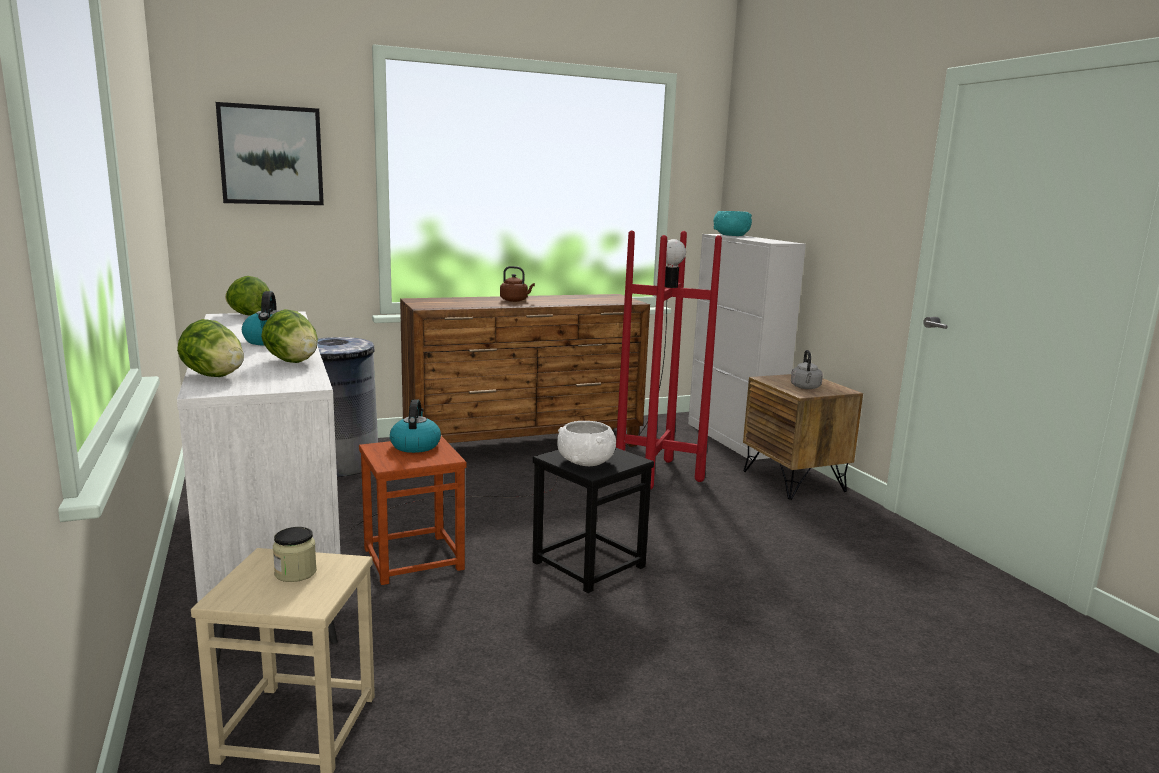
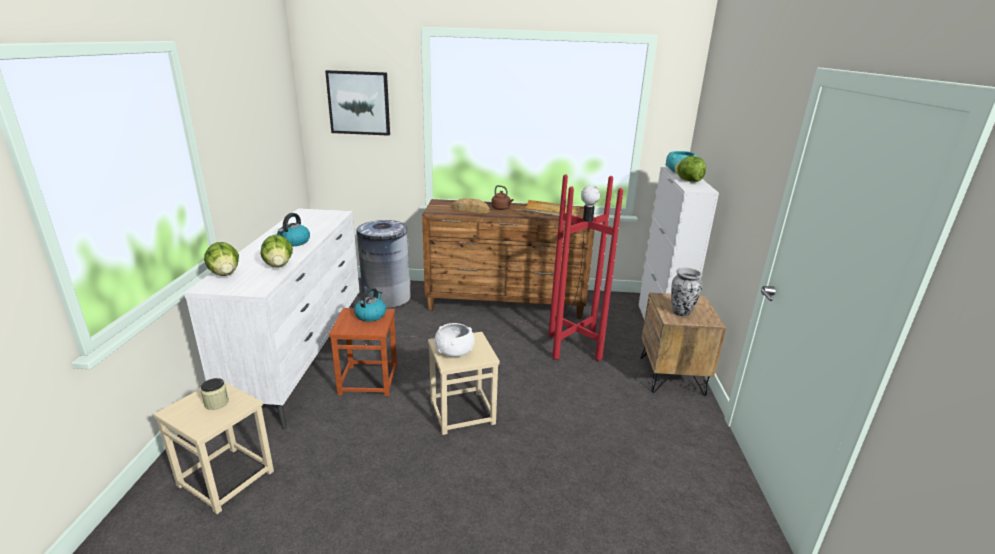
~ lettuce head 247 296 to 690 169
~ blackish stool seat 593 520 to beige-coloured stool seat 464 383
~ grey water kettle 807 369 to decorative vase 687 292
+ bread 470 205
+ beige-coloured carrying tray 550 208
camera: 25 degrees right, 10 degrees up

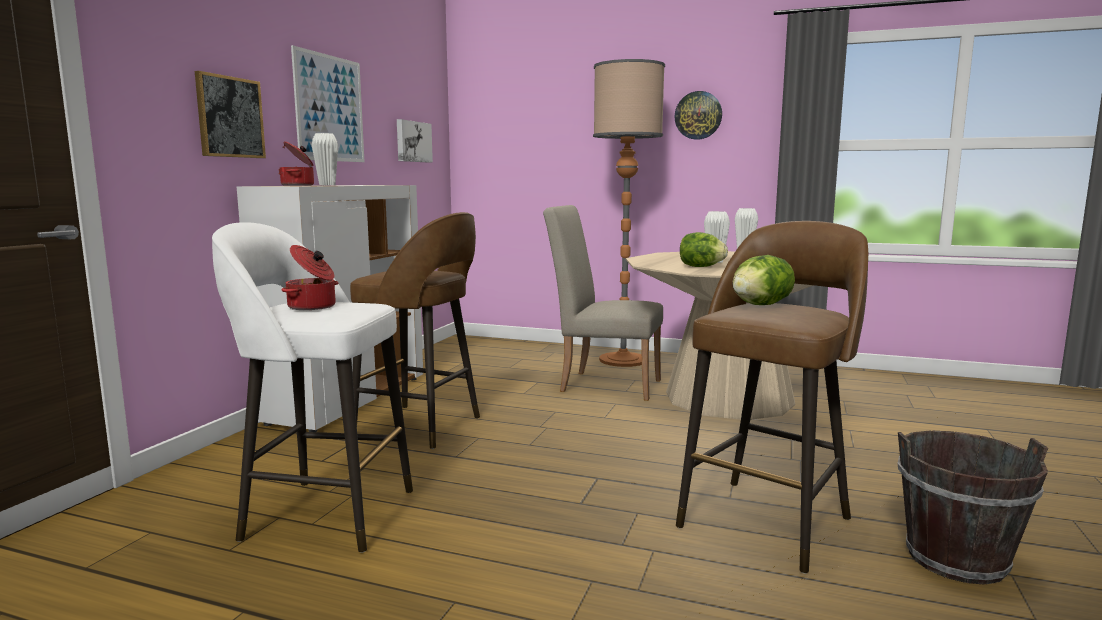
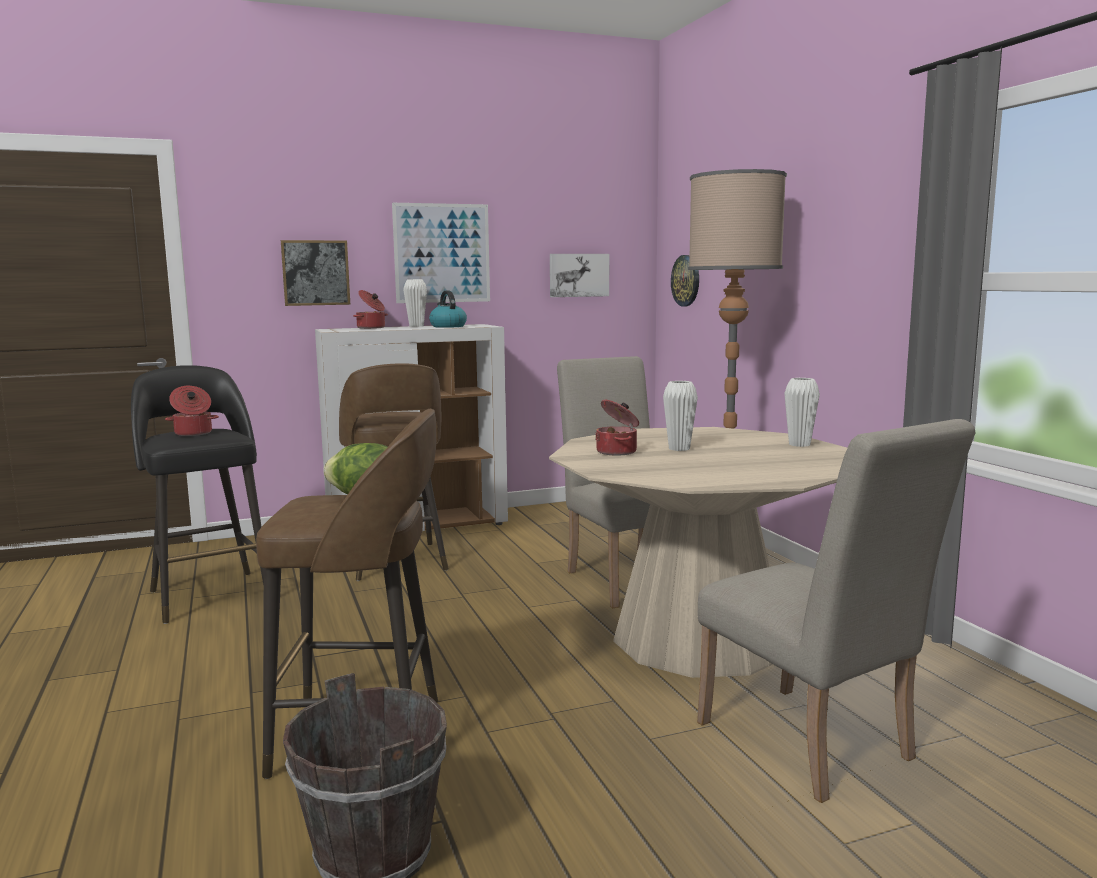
~ white-coloured stool seat 312 387 to blackish stool seat 197 494
~ hanging clock 698 115 to 685 280
~ lettuce head 704 249 to saucepot 617 428
+ water kettle 448 309
+ beige-coloured upright chair 836 611
camera: 50 degrees right, 0 degrees up

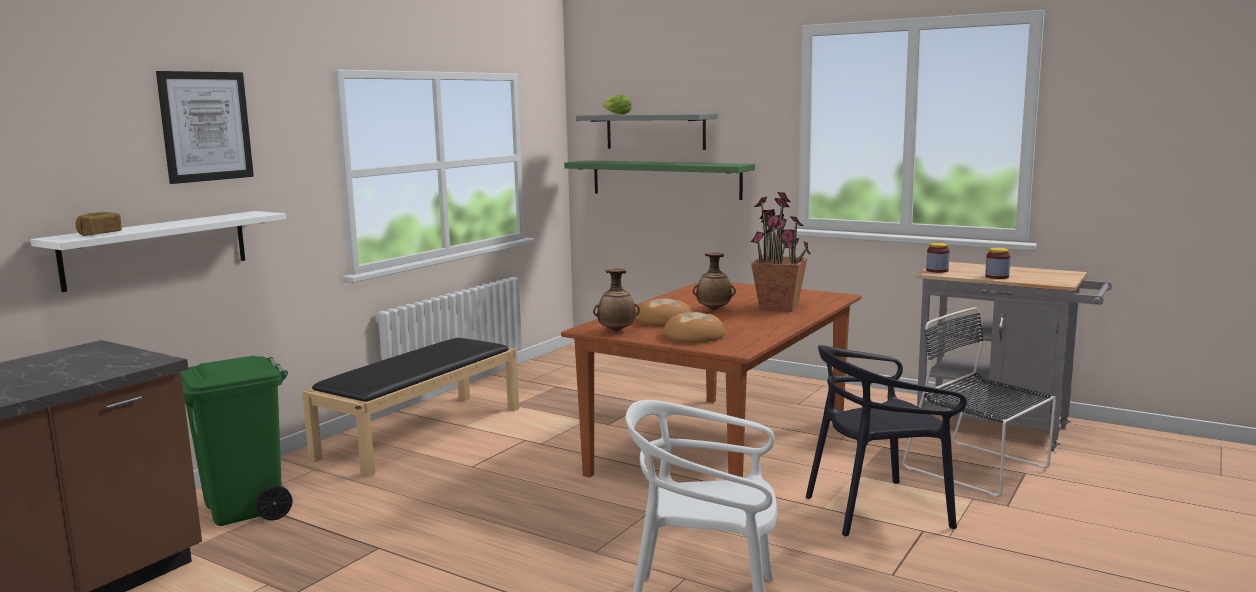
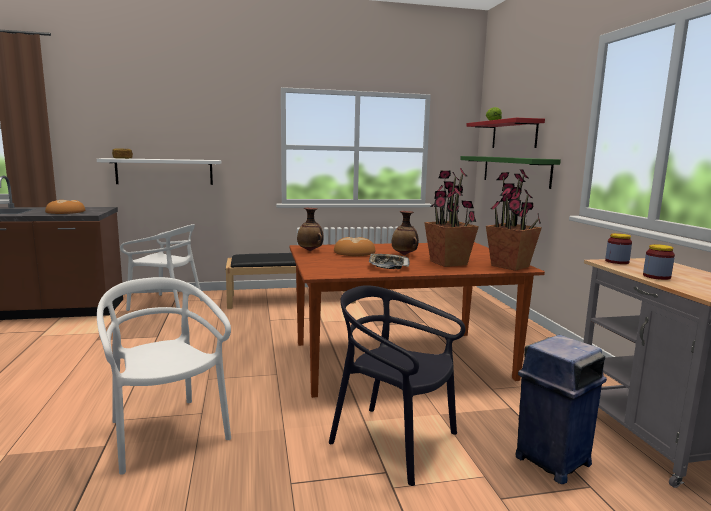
- picture 205 127
~ green-coloured trash can 236 441 to white-coloured upright chair 161 267
~ grey wall shelf 647 132 to red-coloured wall shelf 505 133
~ bread 694 327 to 65 207
~ blackish upright chair 979 402 to bluish trash can 561 409
+ carrying tray 389 261
+ houseplant 514 220
camera: 45 degrees right, 0 degrees up

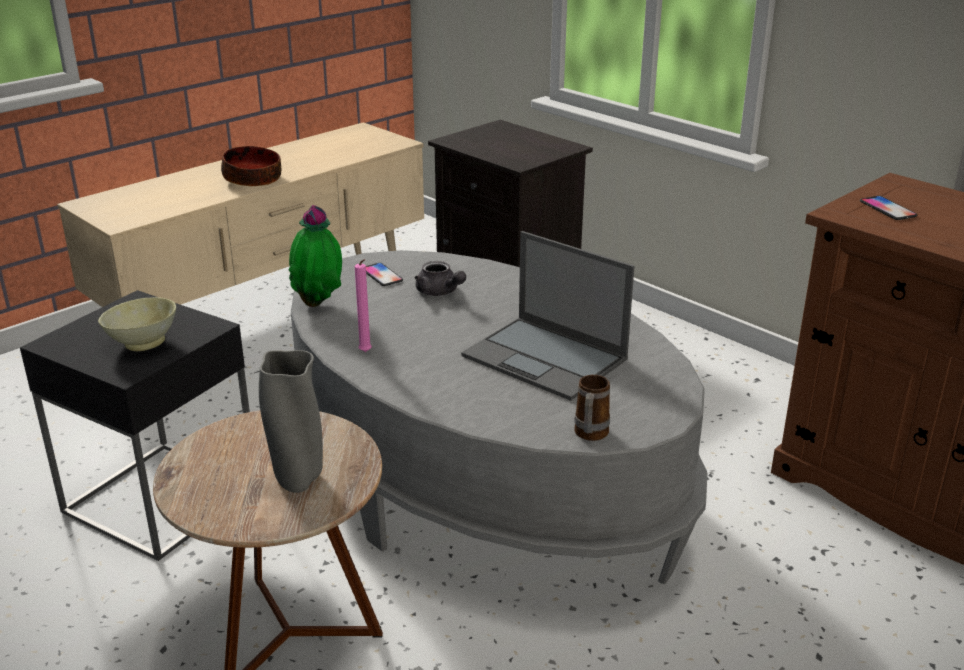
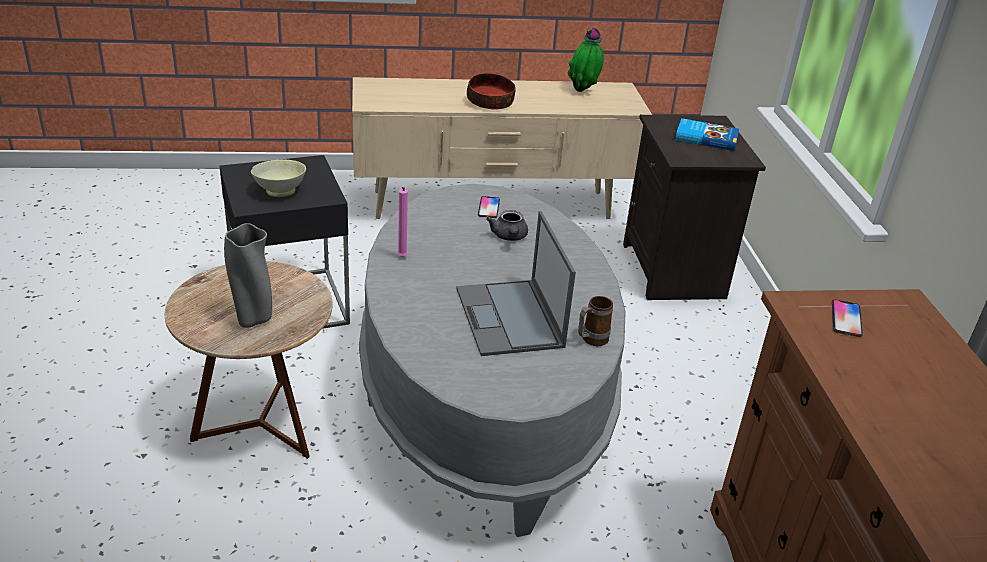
~ houseplant 315 256 to 586 59
~ tea mug 592 408 to 595 321
+ volume 707 134
camera: 35 degrees right, 5 degrees up

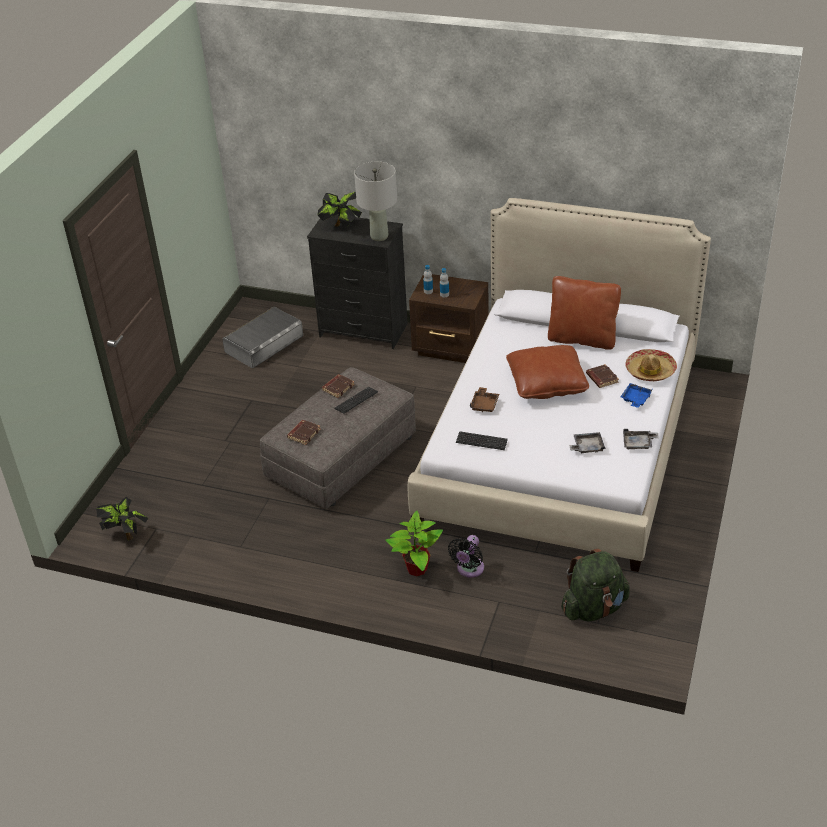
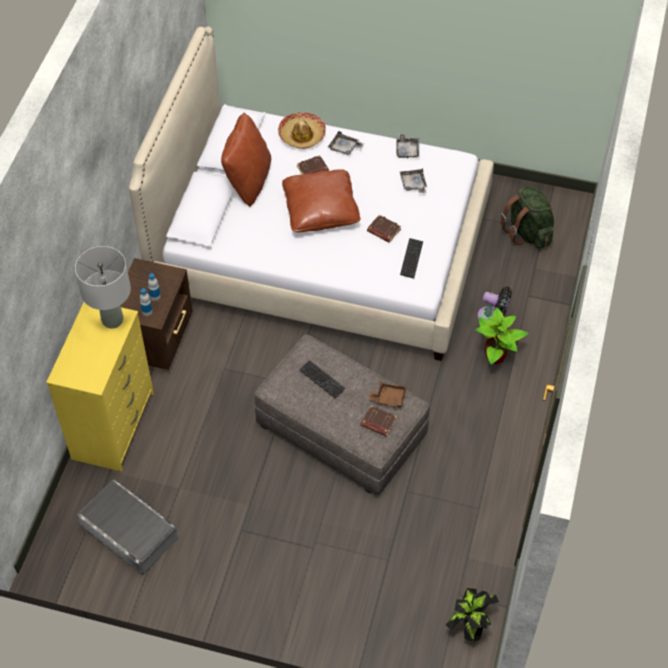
~ blackish dresser 357 282 to yellow dresser 100 387
- houseplant 339 209
~ brown volume 338 386 to 384 229
~ brown carrying tray 484 399 to 388 394
~ bluish carrying tray 637 395 to grey carrying tray 346 143
camera: 95 degrees left, 15 degrees up

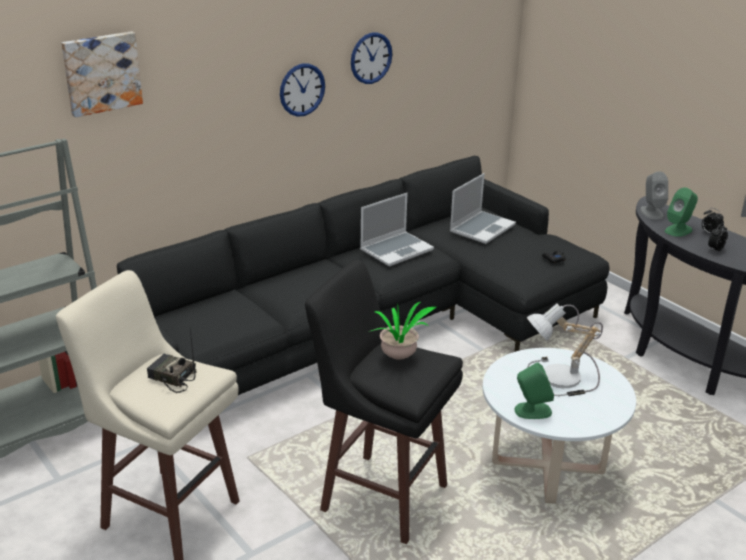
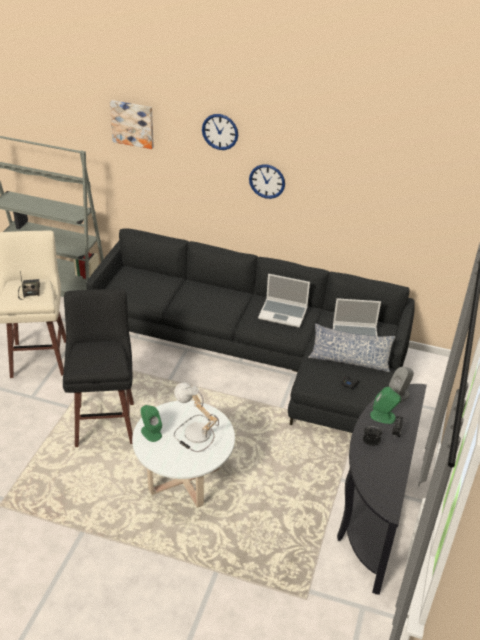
~ hanging clock 372 58 to 220 132
- houseplant 403 331
+ throw pillow 352 347
camera: 55 degrees right, 10 degrees up

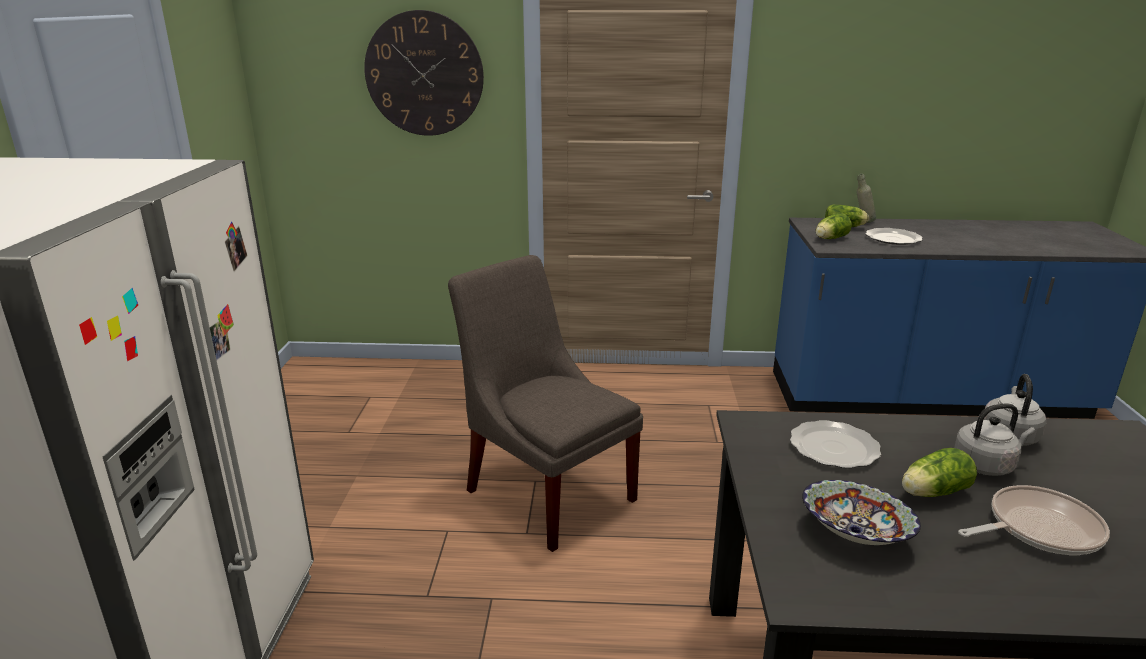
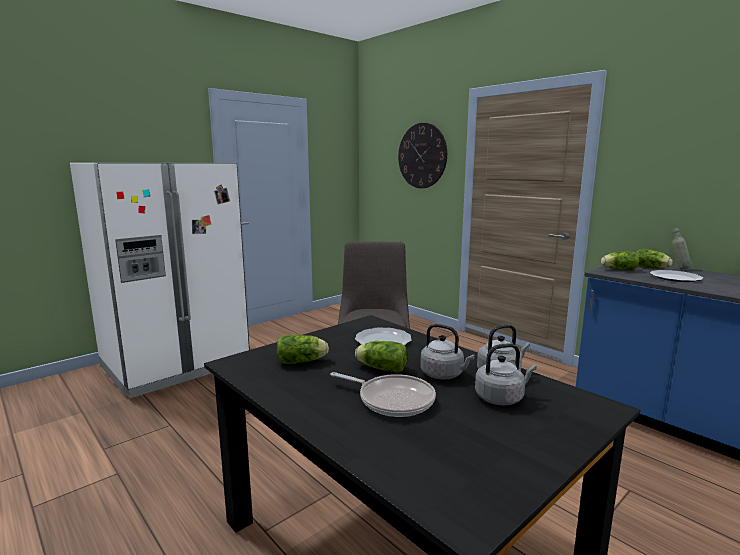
~ bowl 861 512 to lettuce head 302 349
+ grey water kettle 506 374
camera: 45 degrees right, 10 degrees down

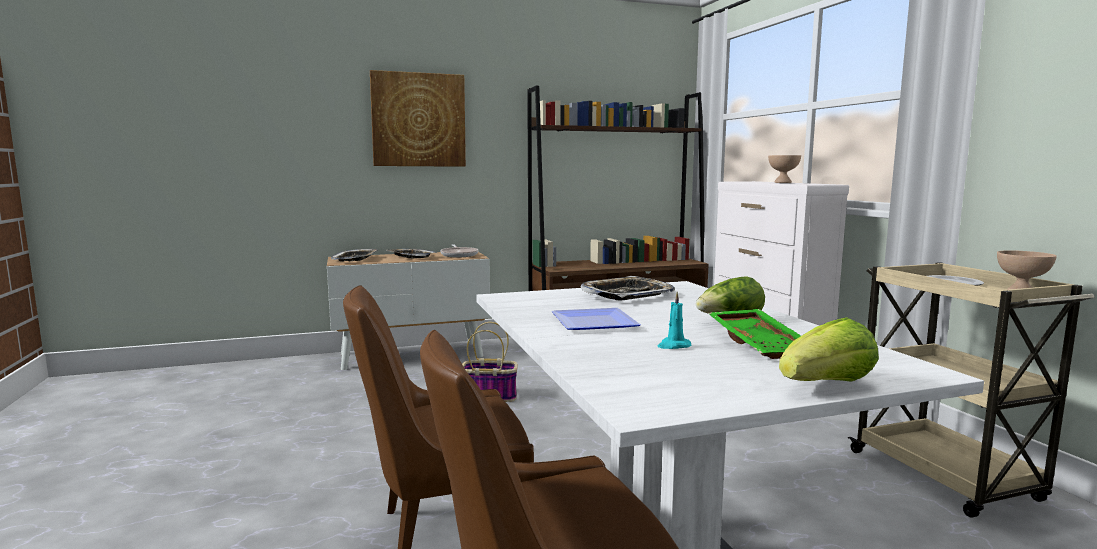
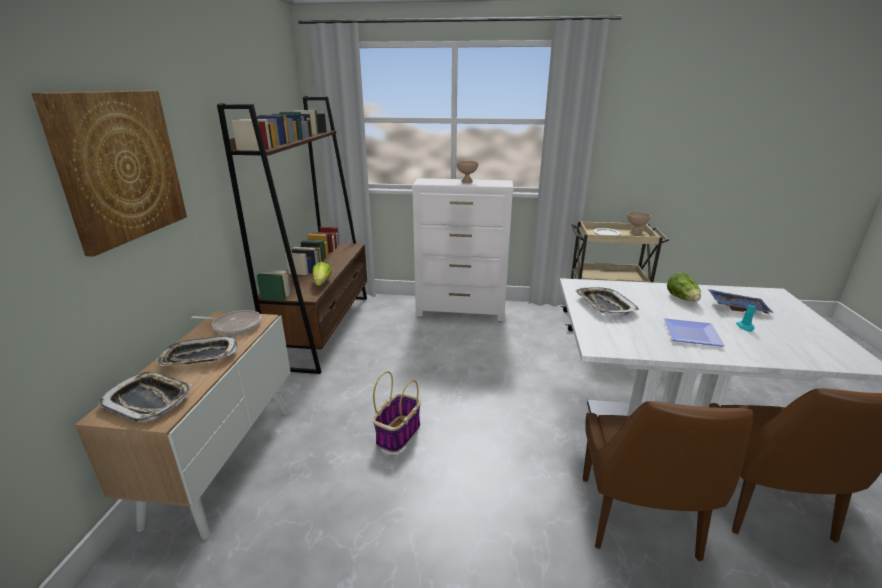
~ green-coloured carrying tray 754 334 to bluish carrying tray 741 301
~ lettuce head 829 349 to 322 274
camera: 65 degrees left, 15 degrees up

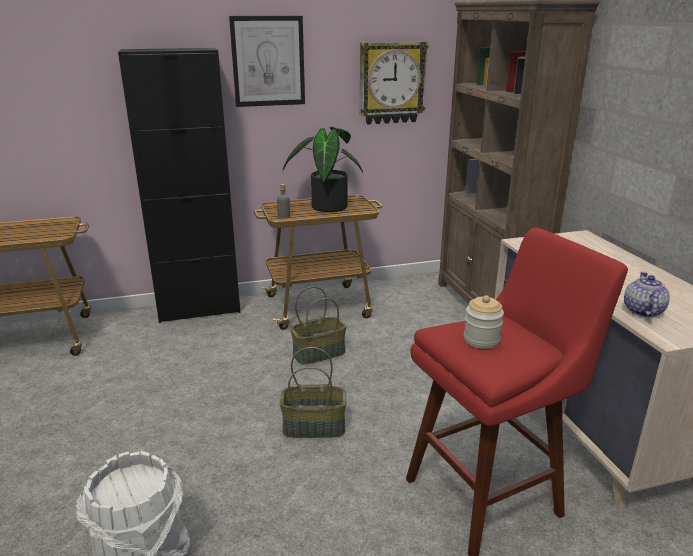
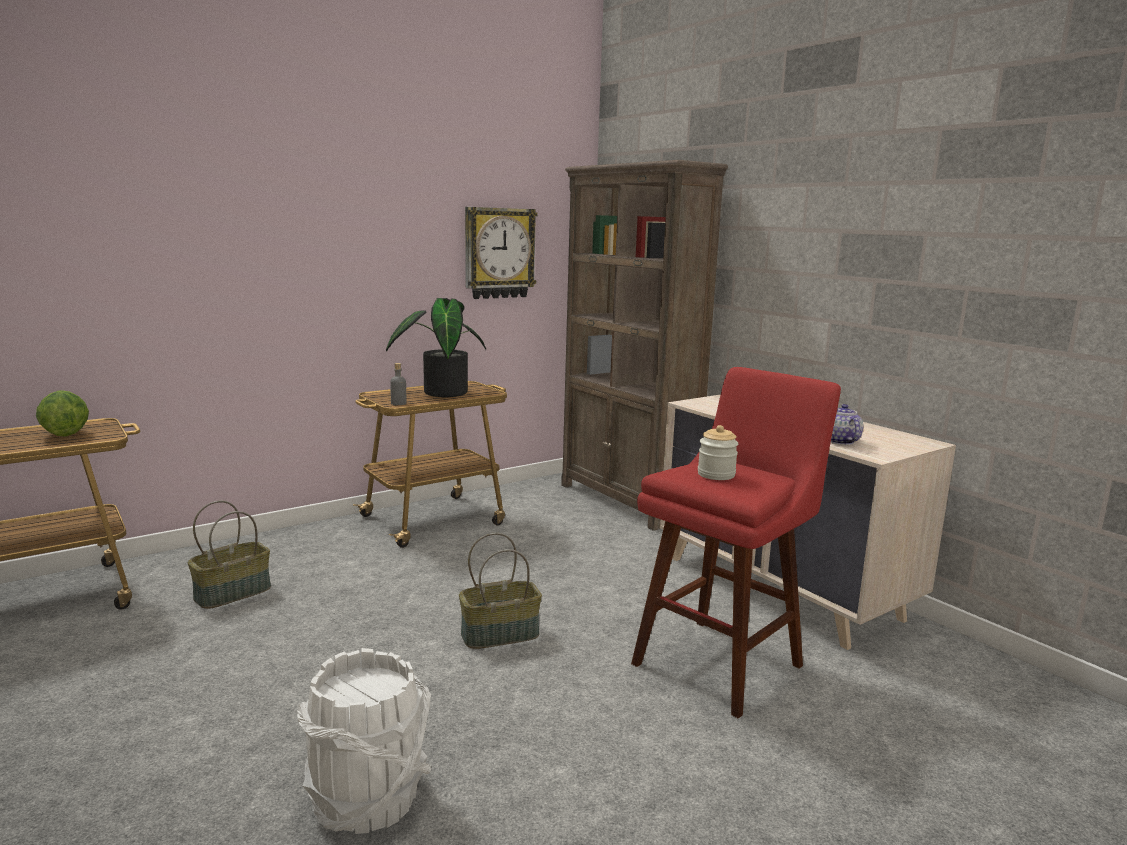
- blackish cupboard 179 185
- picture 267 61
~ household basket 318 325 to 229 555
+ lettuce head 62 413
camera: 20 degrees left, 10 degrees down

